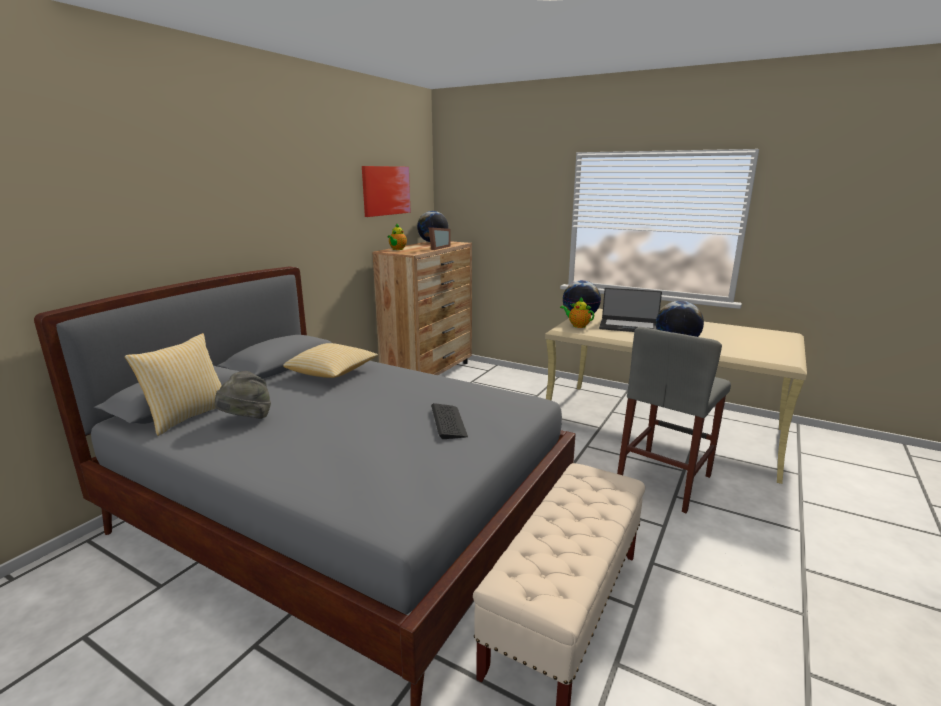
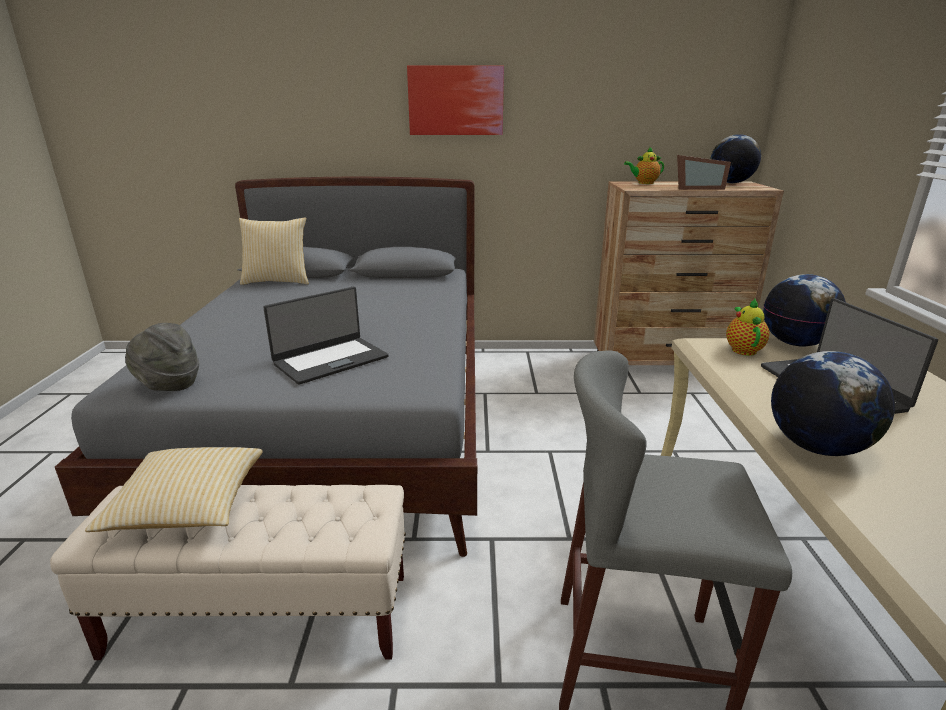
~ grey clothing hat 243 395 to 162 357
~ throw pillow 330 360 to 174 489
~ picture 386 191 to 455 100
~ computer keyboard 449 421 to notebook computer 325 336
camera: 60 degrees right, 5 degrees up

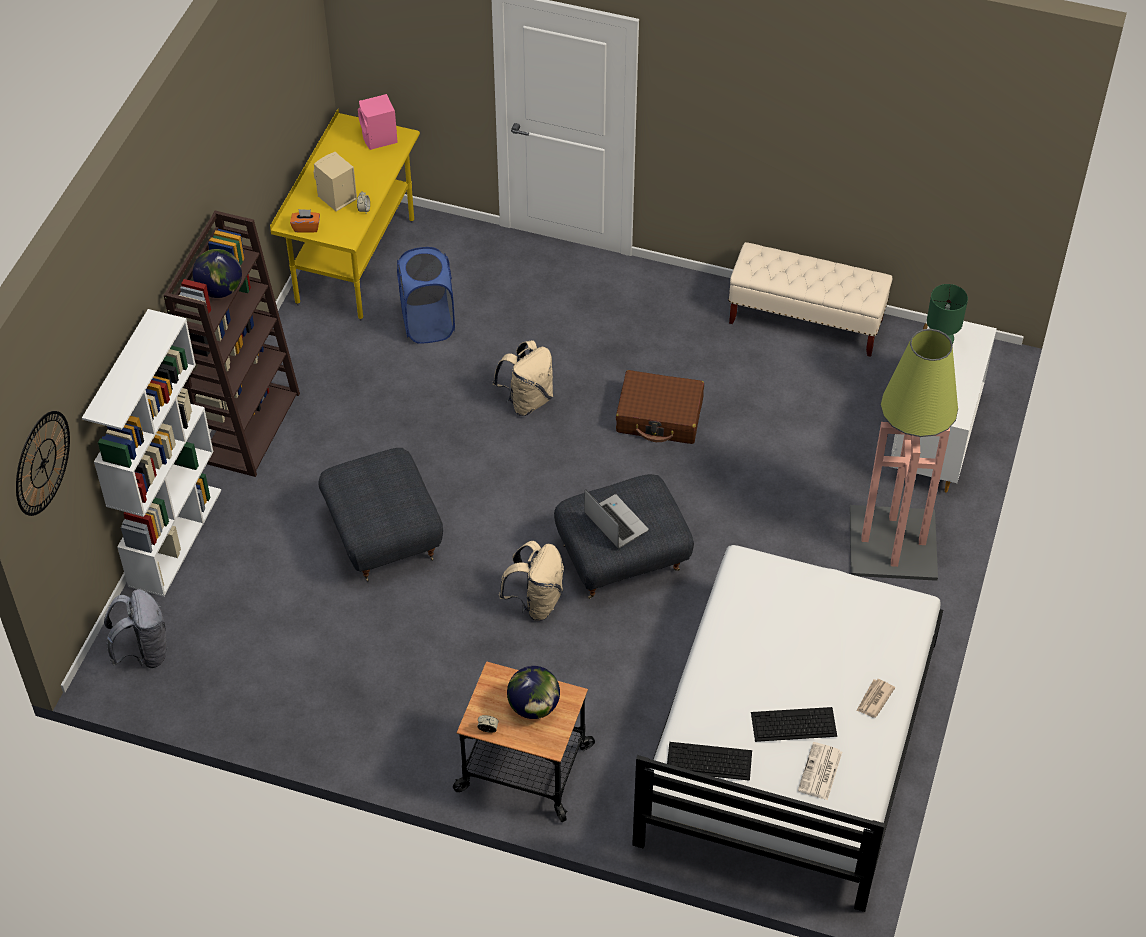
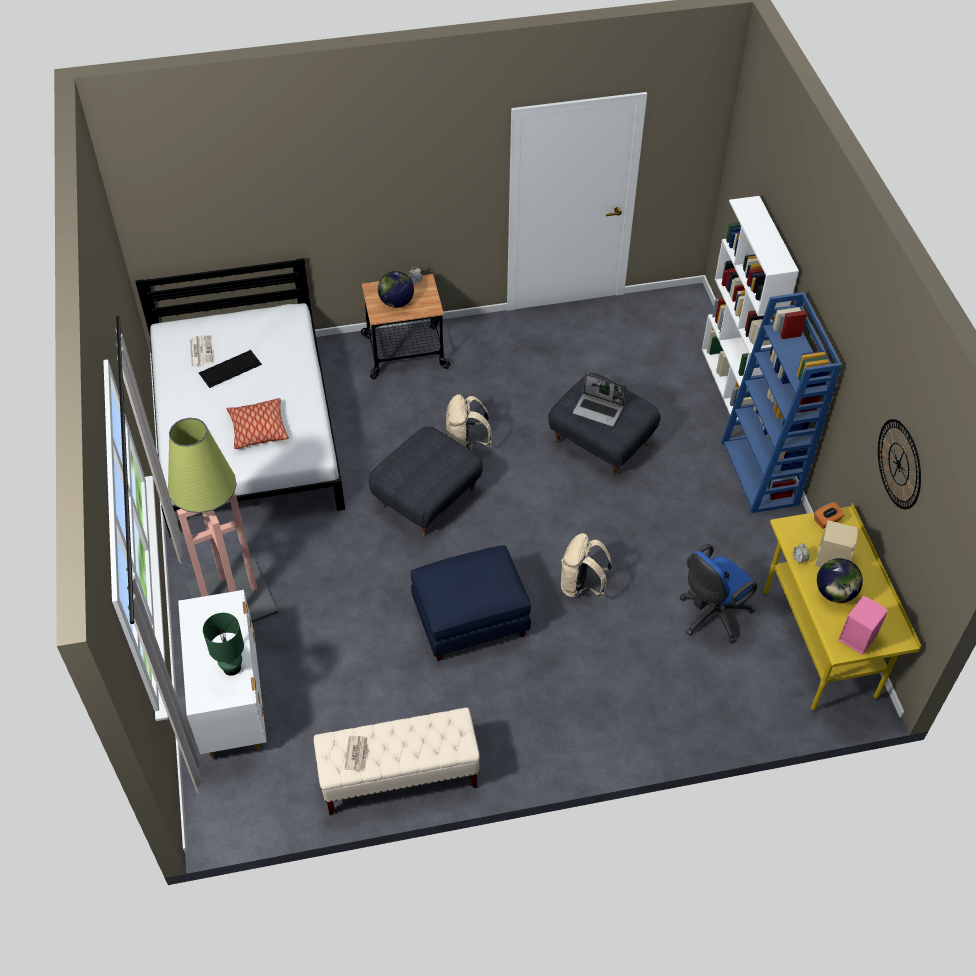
~ hanging clock 43 463 to 899 464
- grey backpack 136 628
~ brown bookshelf 232 344 to bluish bookshelf 781 402
~ desk globe 217 273 to 840 580
~ bluish hamper 426 295 to bluish desk chair 718 593
~ notebook computer 616 518 to 599 400
~ brown suitcase 660 407 to bluish footrest 471 603
- computer keyboard 709 761
~ daily paper 876 698 to 355 753
+ throw pillow 257 423
camera: 150 degrees right, 0 degrees up

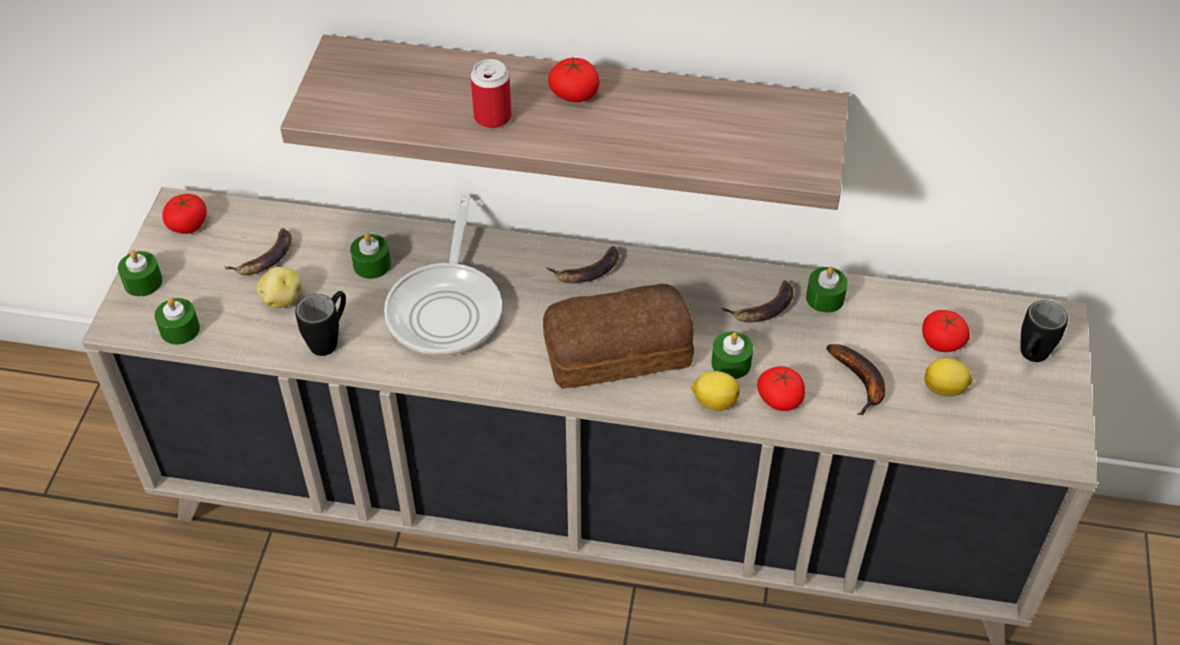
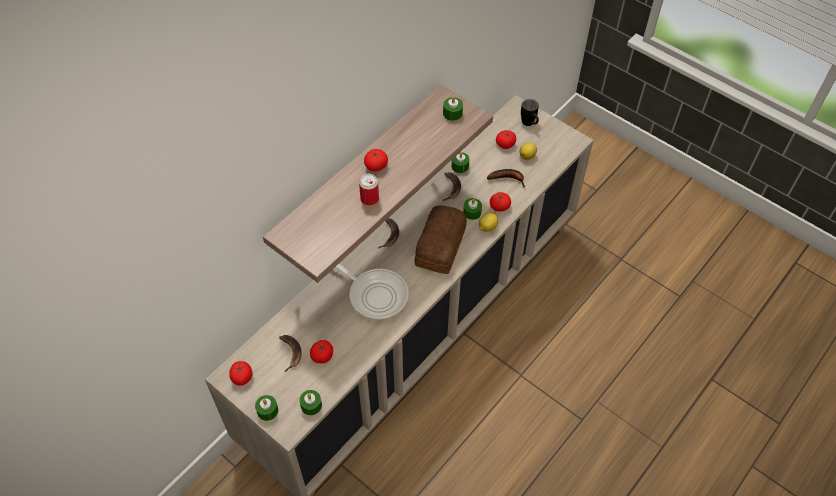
~ spud 279 287 to tomato 321 351
- blackish tea mug 320 323
~ green-coloured candle 370 256 to 453 108
camera: 60 degrees left, 5 degrees up

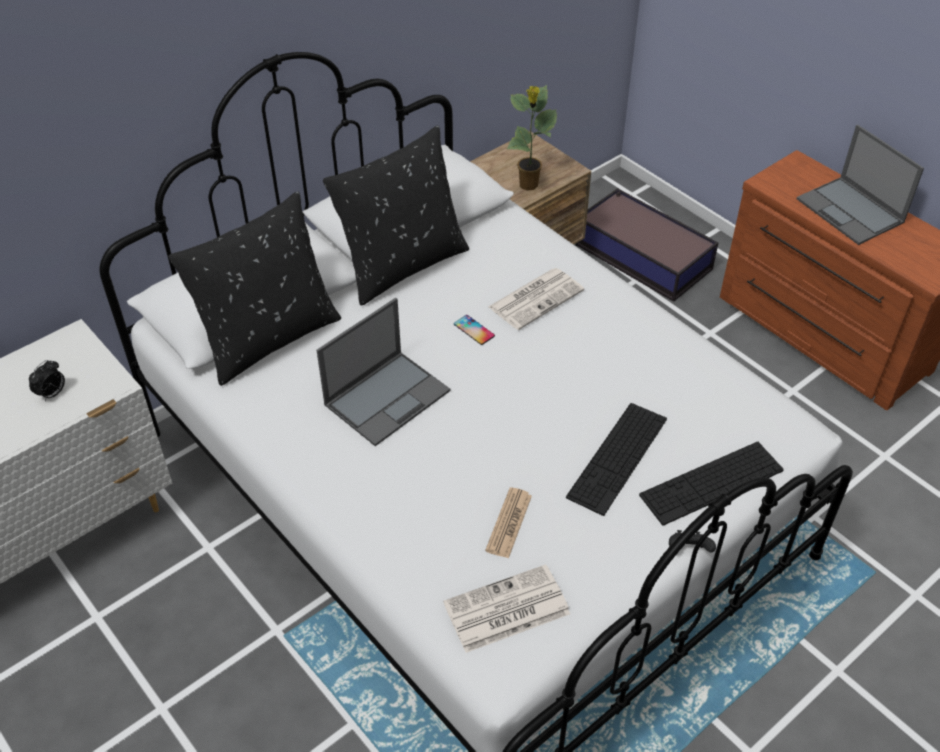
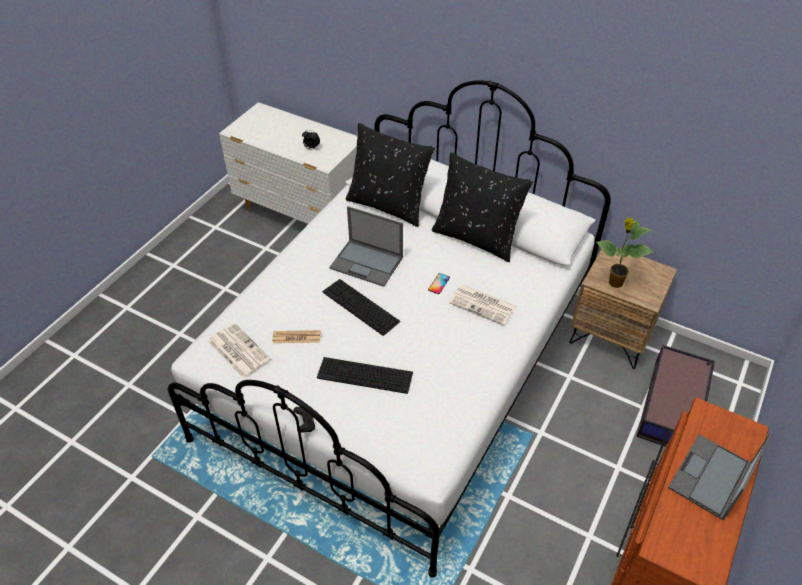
~ computer keyboard 711 484 to 361 307
camera: 70 degrees right, 0 degrees up

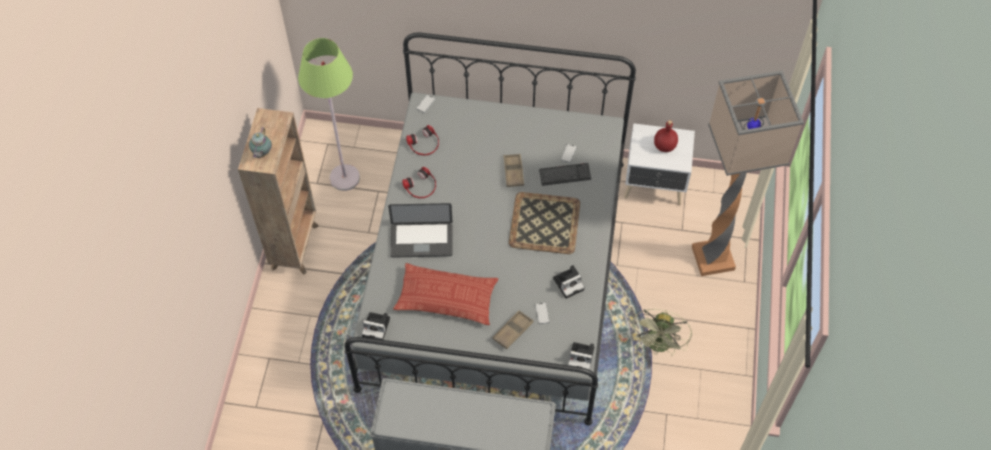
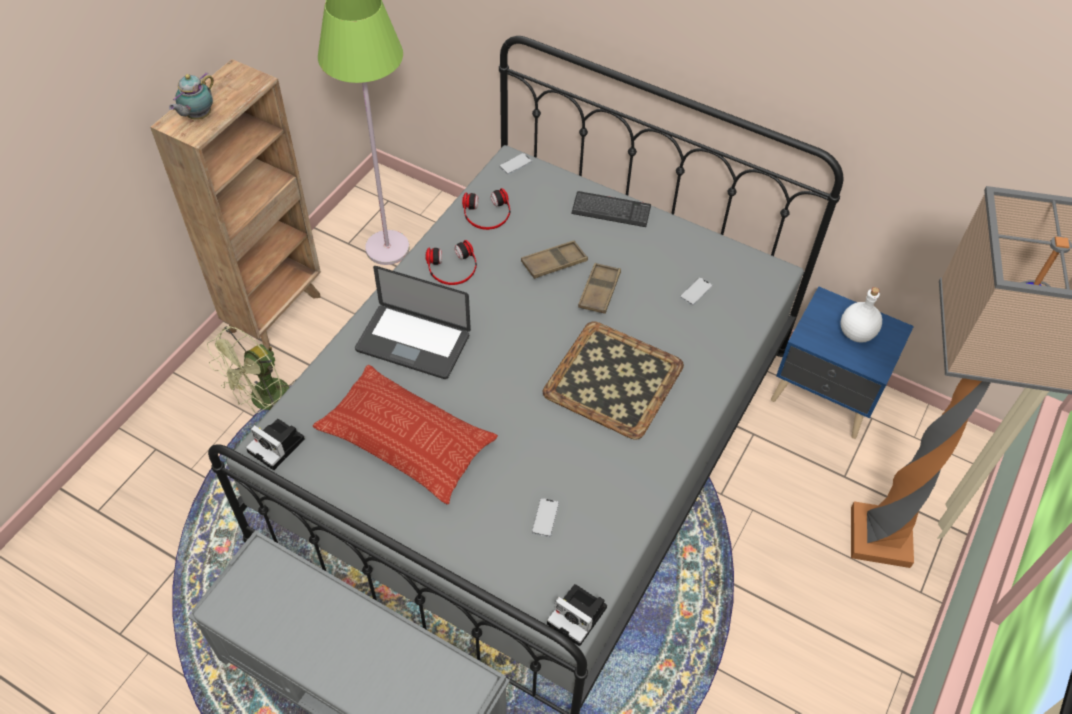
~ brown carrying tray 512 329 to 554 260
~ computer keyboard 565 174 to 611 209
- photo camera 569 282
~ white-coloured nightstand 659 164 to bluish nightstand 842 362
~ green-coloured electric fan 661 332 to 252 369
~ red-coloured beverage bottle 666 136 to white-coloured beverage bottle 861 315
camera: 20 degrees right, 5 degrees down

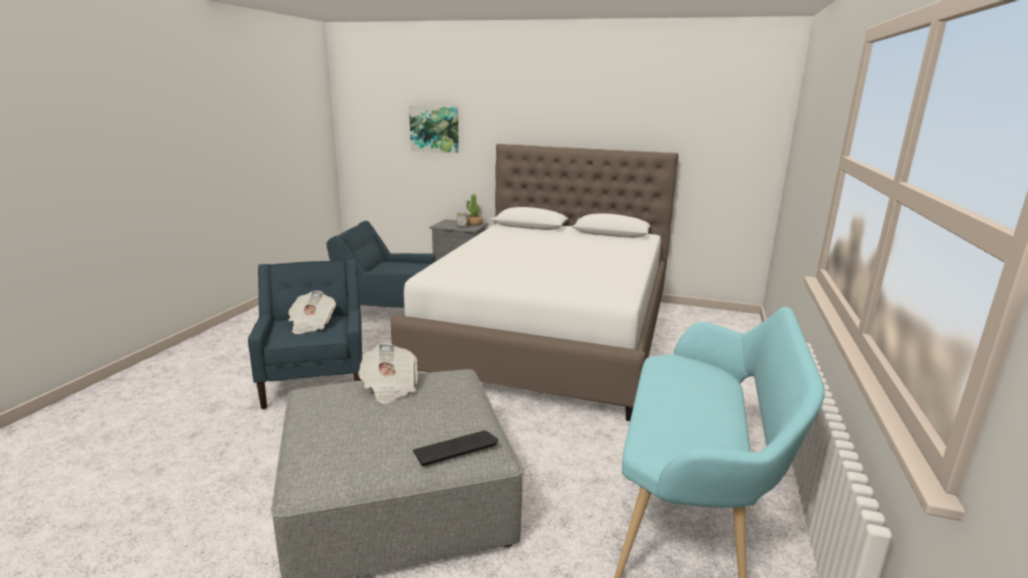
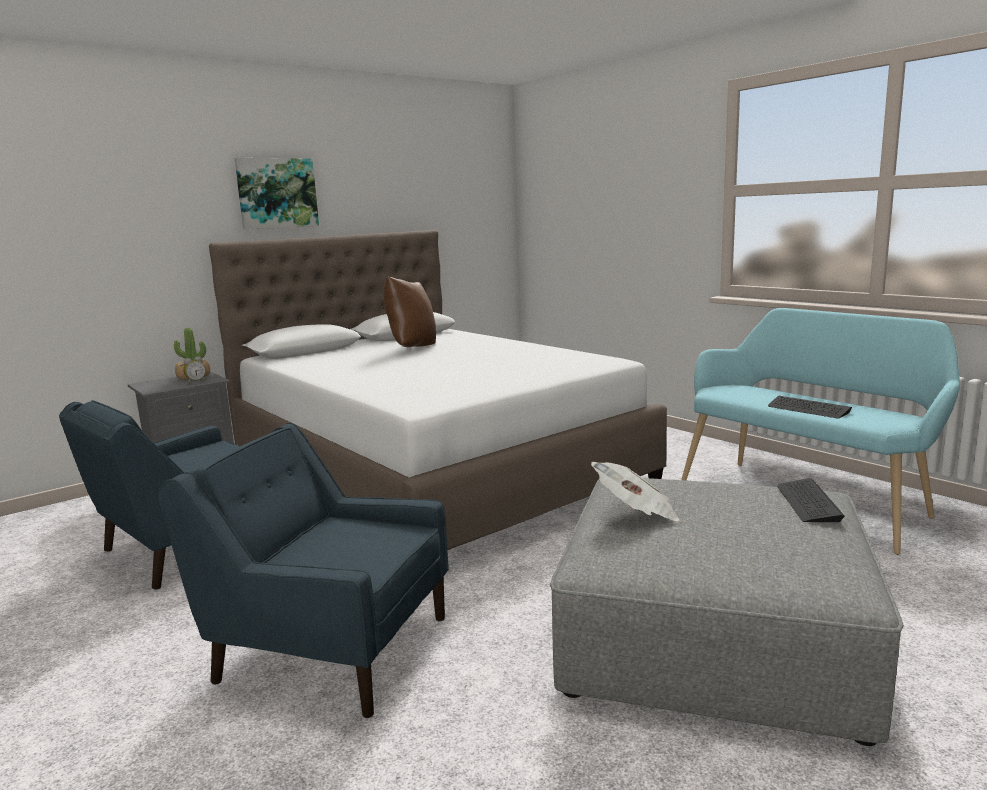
- daily paper 312 312
~ picture 434 129 to 276 194
+ brown throw pillow 410 311
+ computer keyboard 810 407
camera: 55 degrees left, 5 degrees down

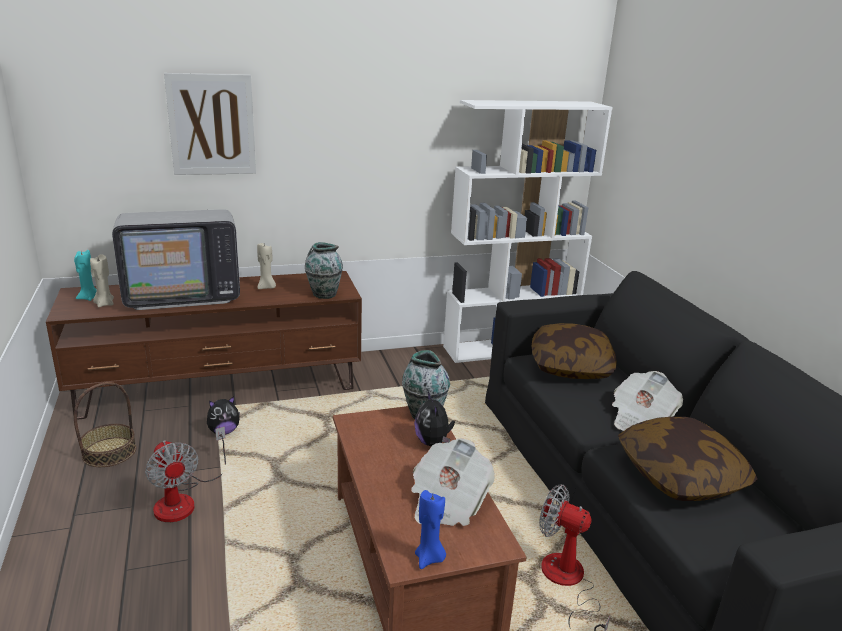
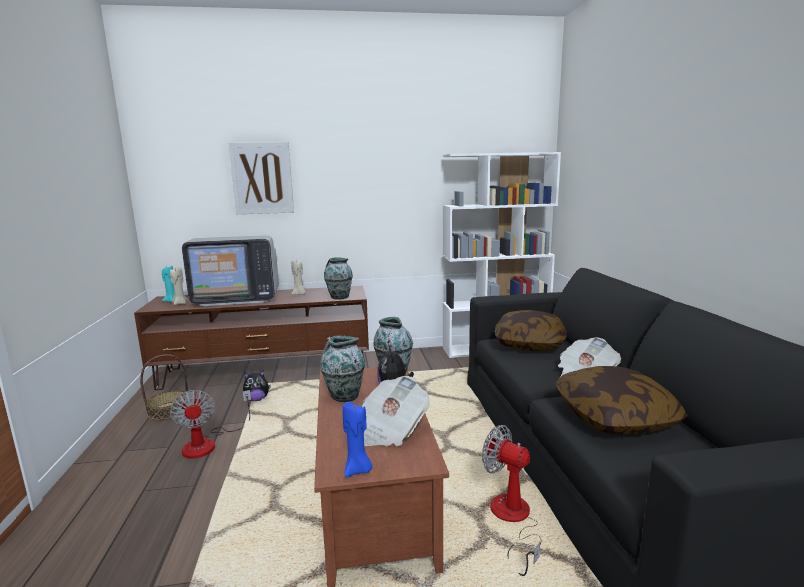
+ decorative vase 342 369
camera: 10 degrees right, 10 degrees down

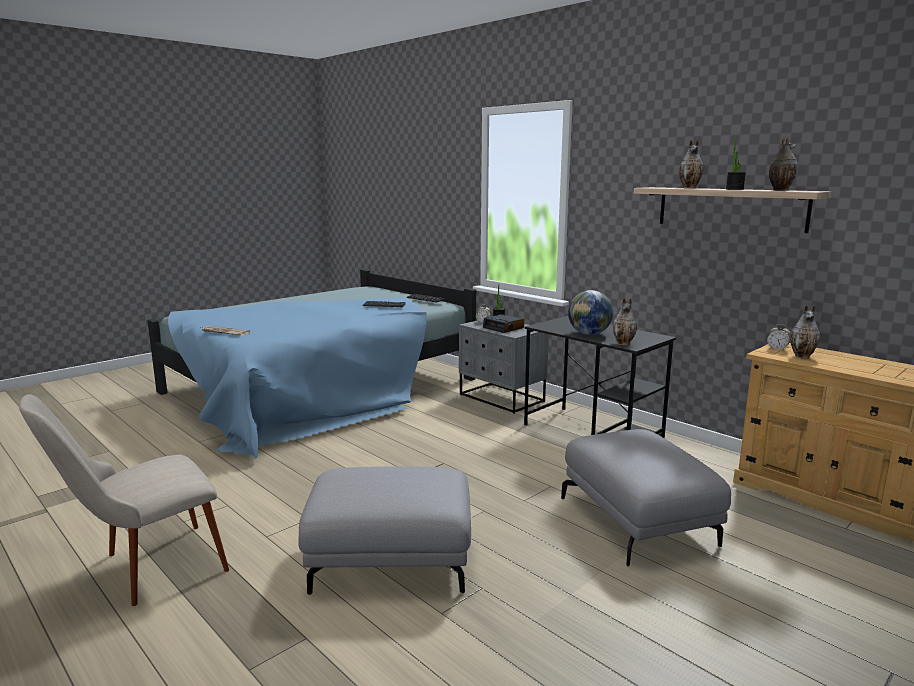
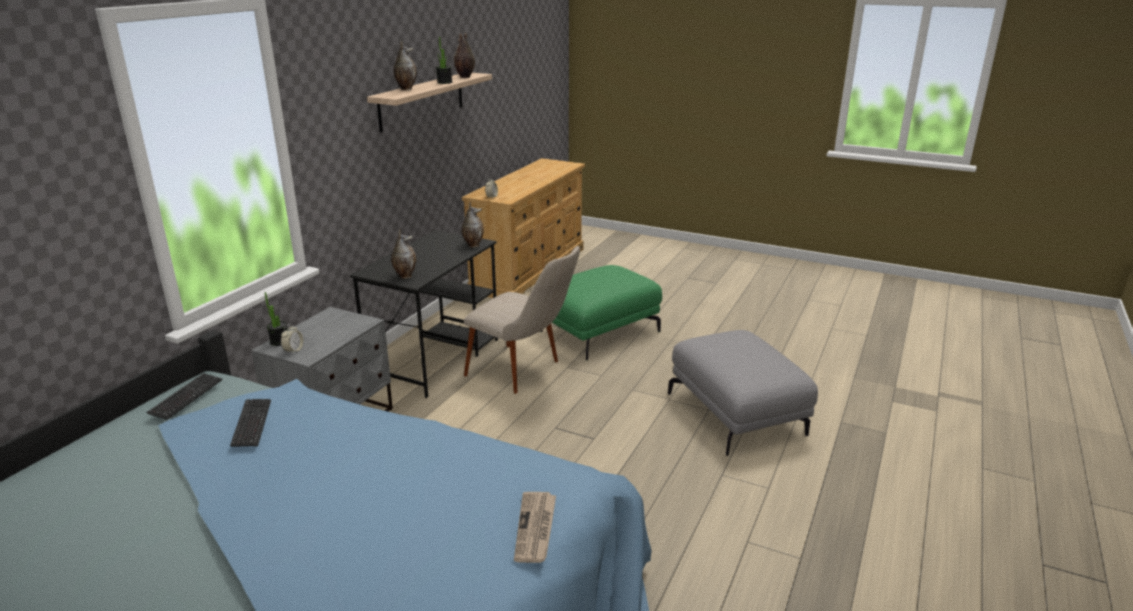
~ beige-coloured upright chair 124 500 to 522 320
- alarm clock 503 323
~ grey footrest 646 497 to green-coloured footrest 601 312
- desk globe 590 312
~ decorative vase 805 331 to 403 254
camera: 110 degrees left, 10 degrees up

